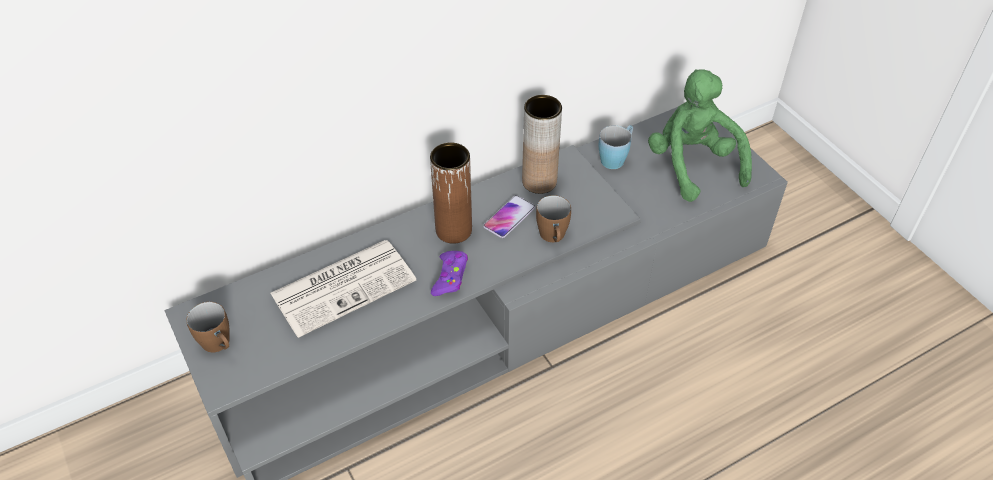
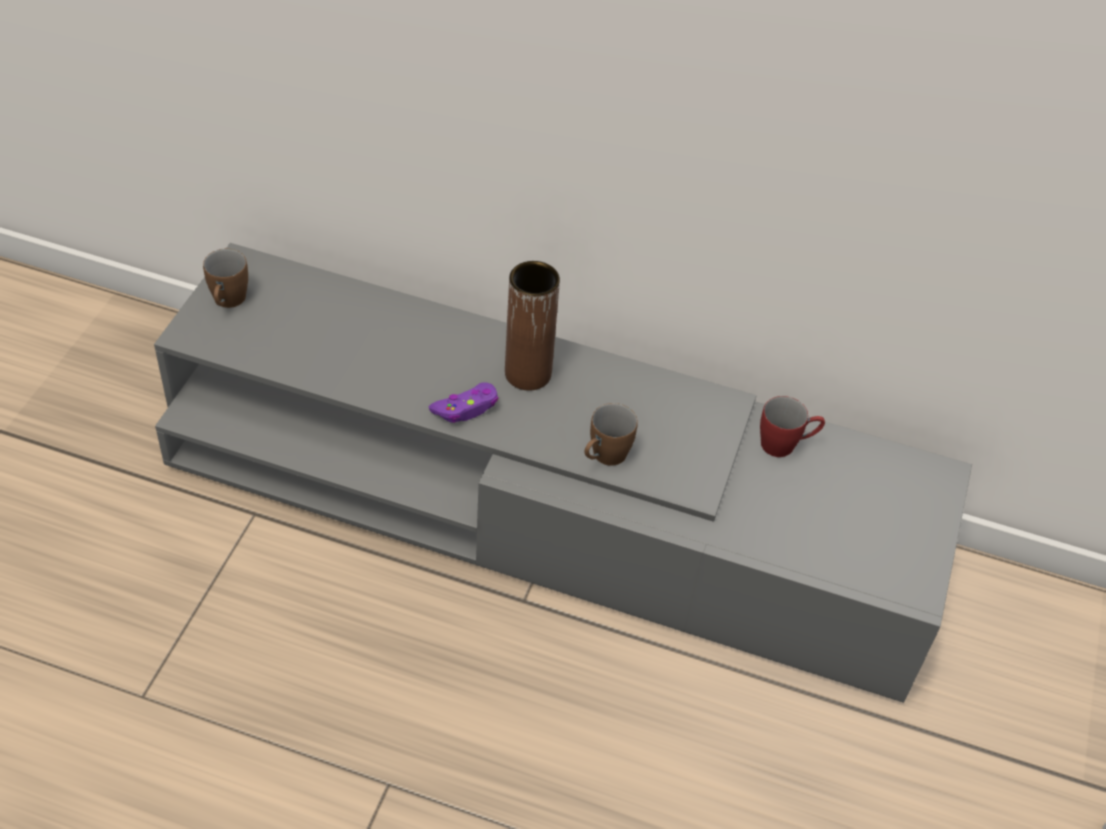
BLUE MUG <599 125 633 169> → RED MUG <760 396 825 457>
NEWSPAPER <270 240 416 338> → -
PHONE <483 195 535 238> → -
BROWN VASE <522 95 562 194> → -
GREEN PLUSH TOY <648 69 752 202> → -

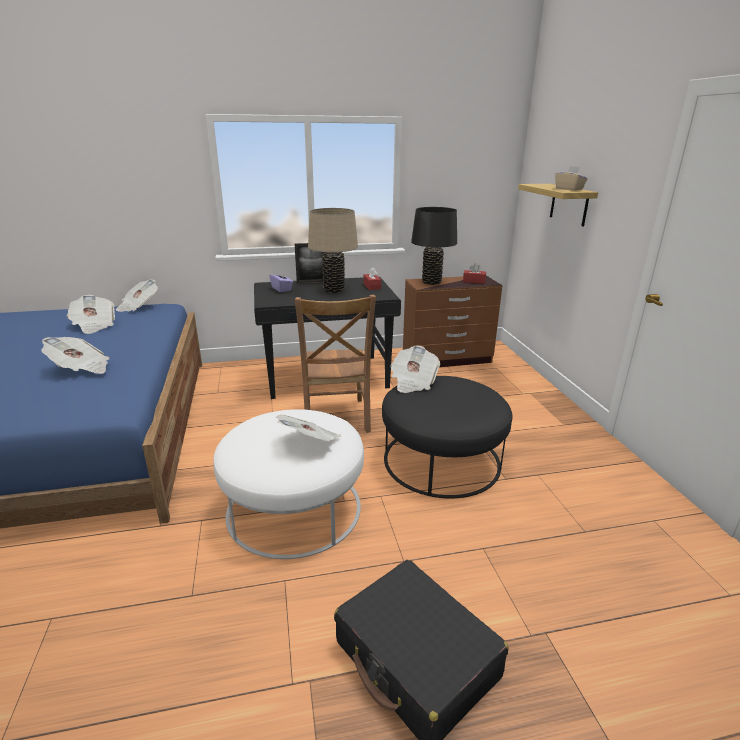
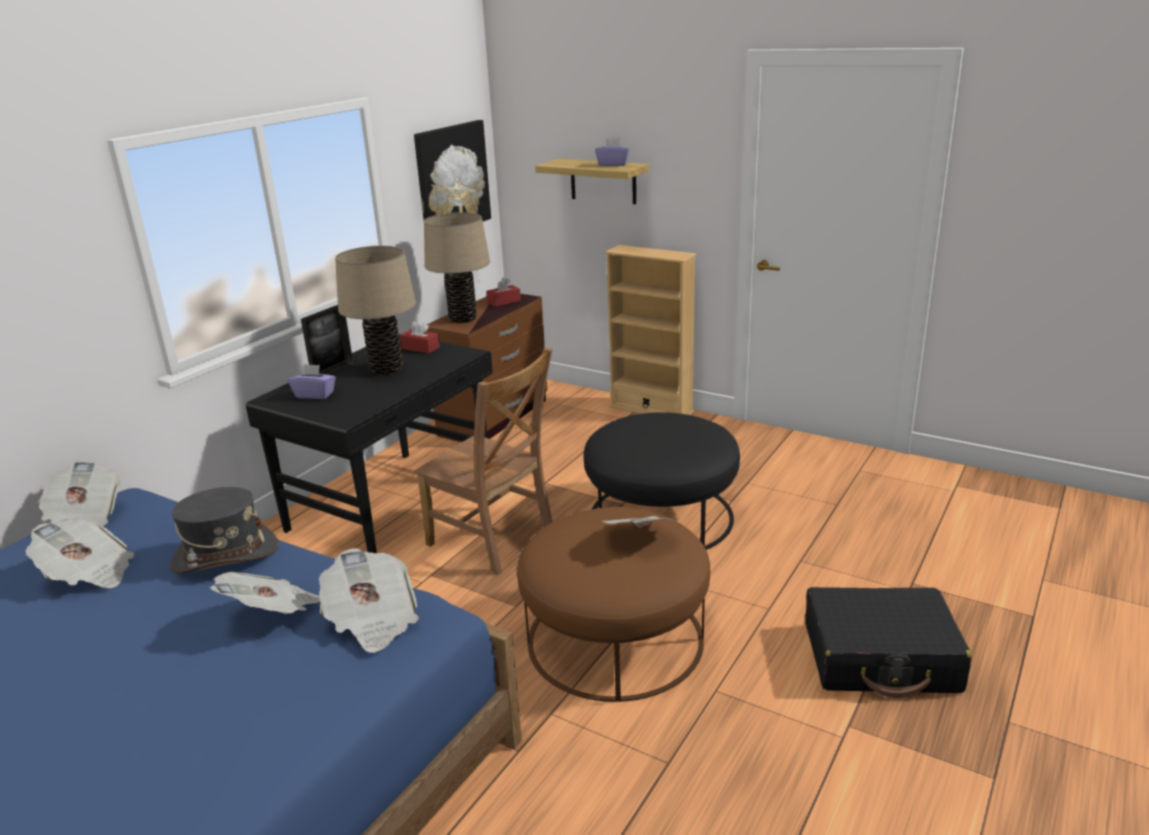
- → GREY HAT <170 487 279 573>
NEWSPAPER <390 346 440 393> → NEWSPAPER <319 548 419 653>, relocated
- → PICTURE <414 120 491 221>
BLACK TABLE LAMP <411 207 457 285> → BEIGE TABLE LAMP <424 212 490 323>
WHITE OTTOMAN <213 409 364 559> → BROWN OTTOMAN <517 507 710 702>
BEIGE TISSUE BOX <555 166 588 190> → PURPLE TISSUE BOX <595 138 630 166>
- → BEIGE BOOKCASE <605 245 697 415>

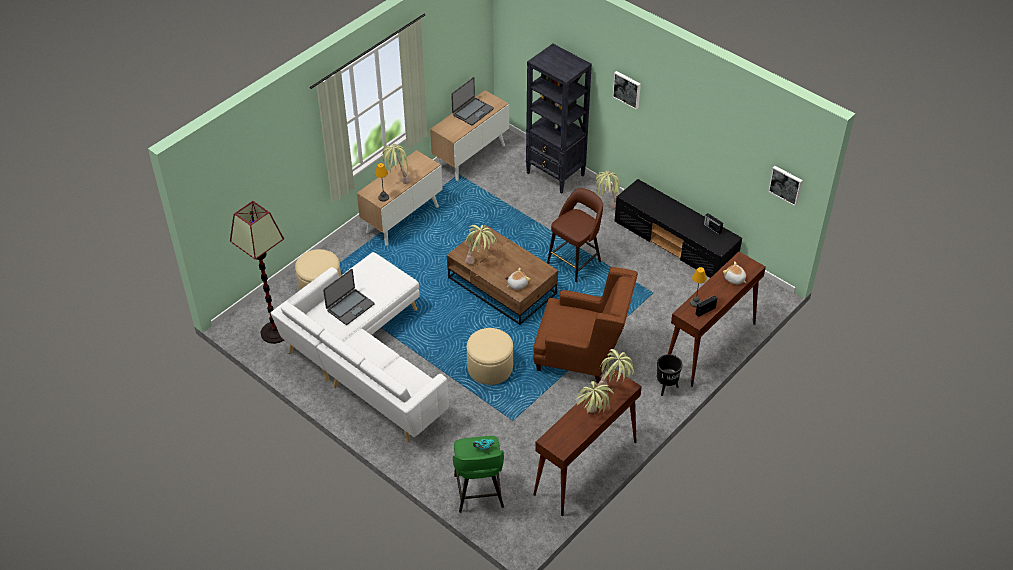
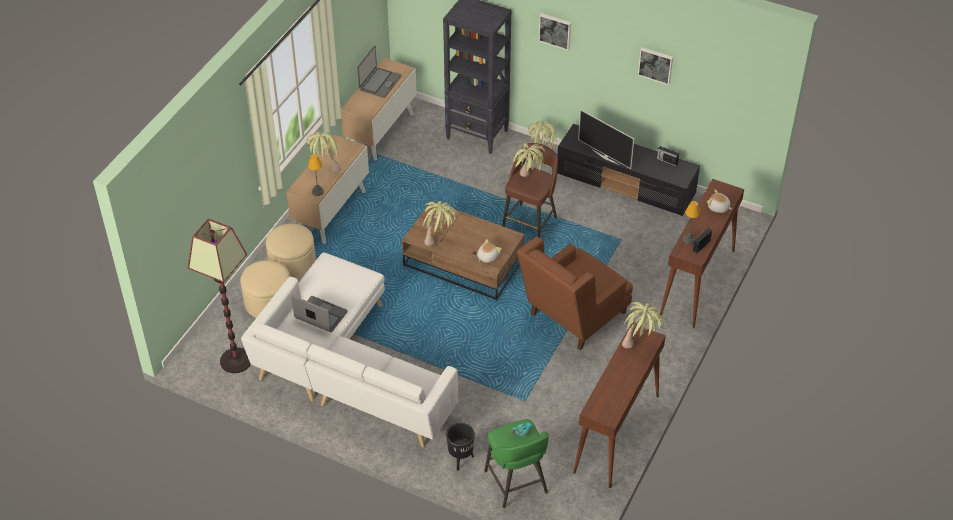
BEIGE OTTOMAN <467 328 513 385> → BEIGE OTTOMAN <266 224 316 281>, relocated
LAPTOP <323 269 374 325> → LAPTOP <291 295 348 332>, 90 degrees counterclockwise
BLACK PLANTER <657 354 682 396> → BLACK PLANTER <446 423 475 471>, relocated
POTTED PLANT <577 381 614 414> → POTTED PLANT <513 143 545 177>, relocated
BROWN ARMCHAIR <533 267 638 383> → BROWN ARMCHAIR <517 236 633 350>, 135 degrees clockwise
- → TELEVISION <578 109 634 169>
PICTURE <768 166 803 206> → PICTURE <638 47 673 85>, relocated

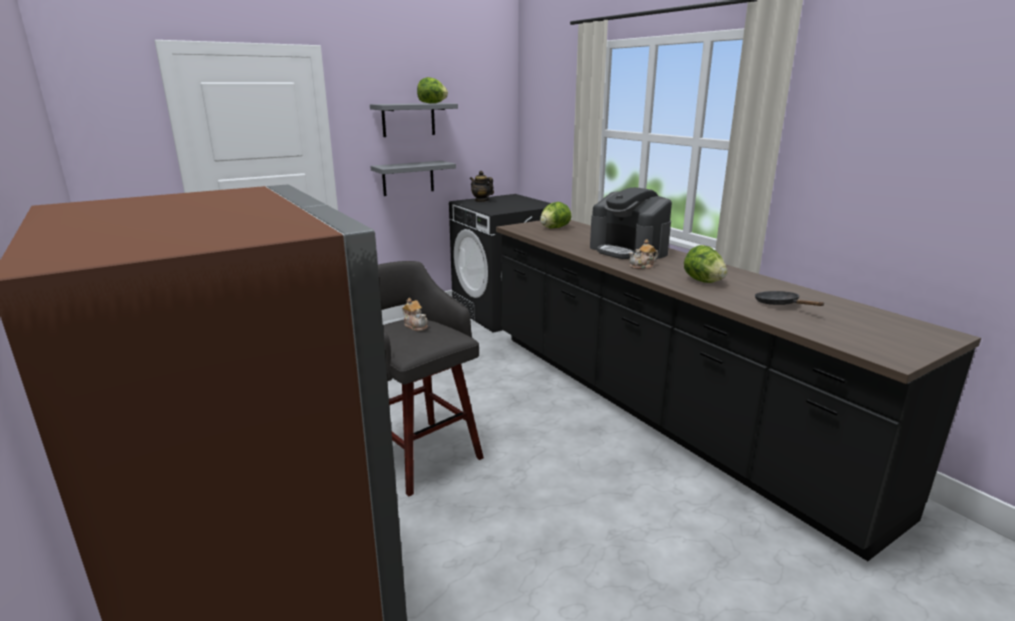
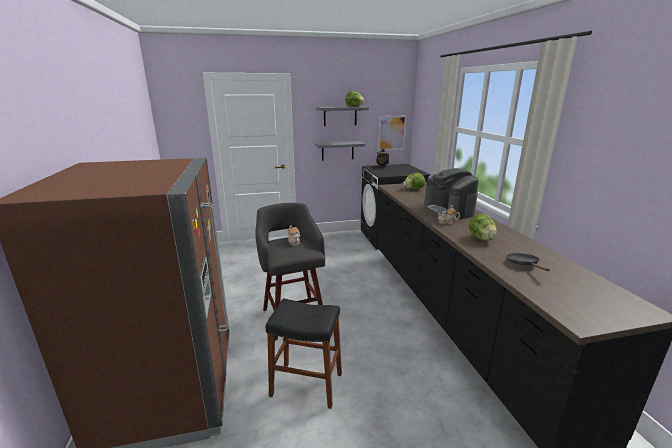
- → BLACK STOOL <266 298 342 409>
- → PICTURE <378 116 407 151>

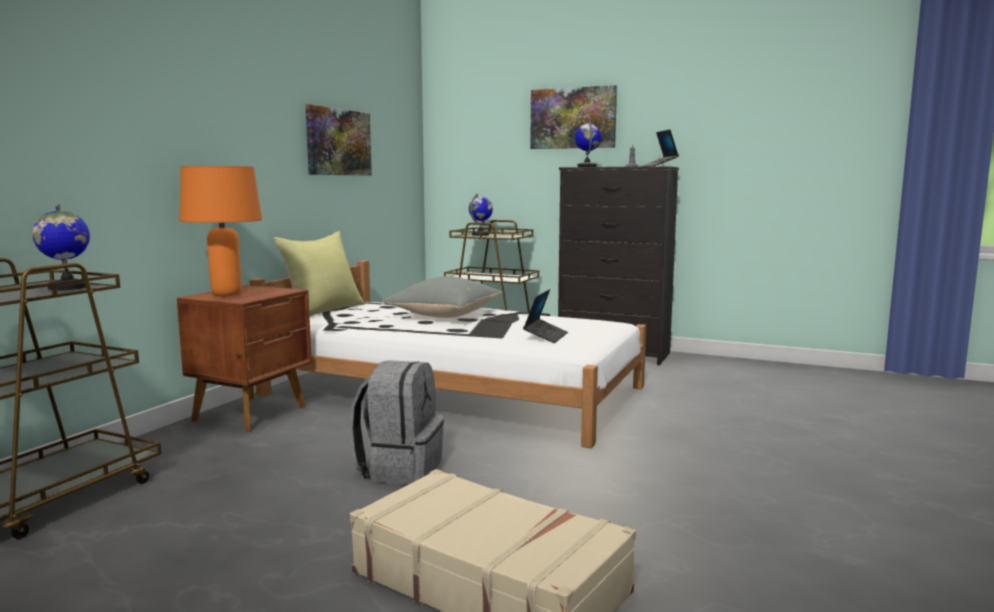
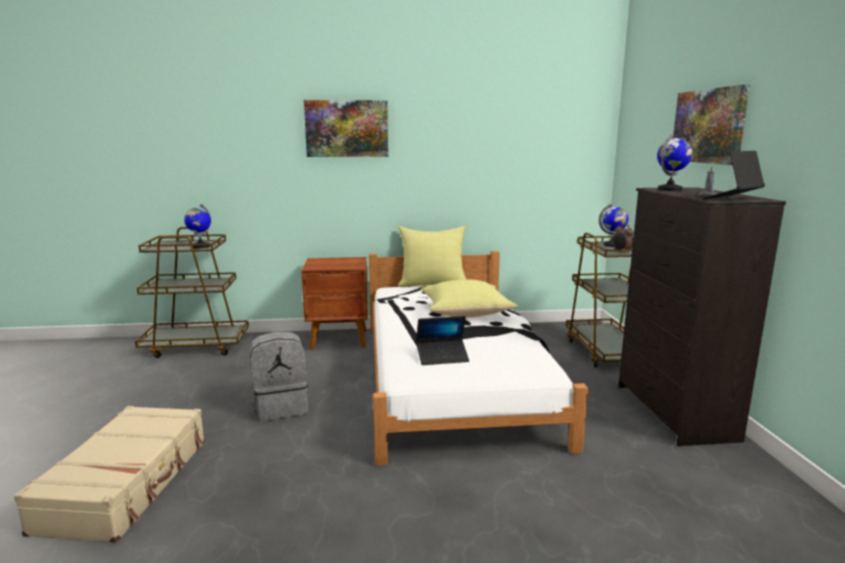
PICTURE <305 104 372 176> → PICTURE <304 100 388 157>, relocated
GREY PILLOW <383 276 502 318> → YELLOW PILLOW <421 279 518 317>
- → ALARM CLOCK <612 223 633 254>
ORANGE TABLE LAMP <179 166 262 296> → -

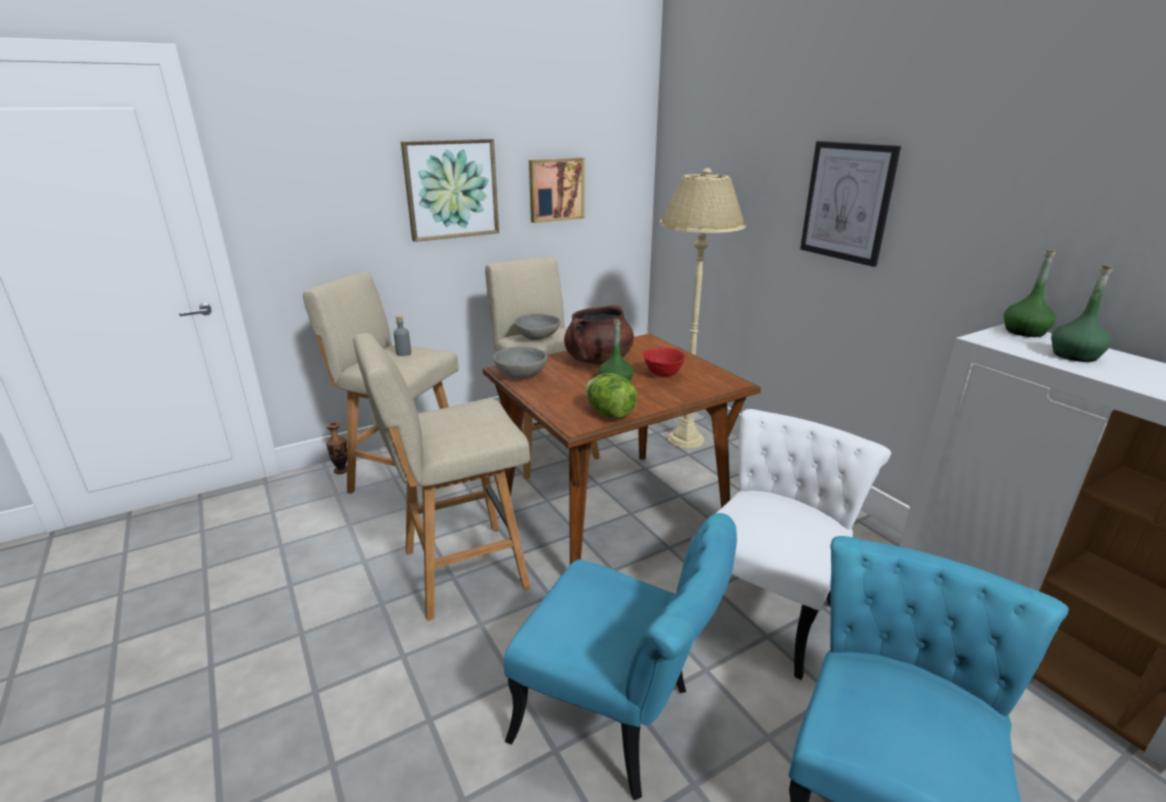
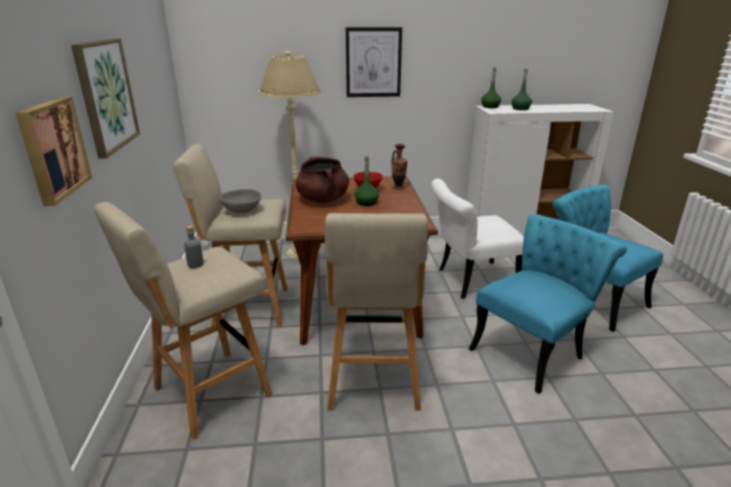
PICTURE <529 158 585 223> → PICTURE <15 97 92 206>, relocated
VASE <326 422 347 474> → VASE <391 144 408 190>, relocated
WHITE CHAIR <691 409 891 680> → WHITE CHAIR <431 179 524 299>, 75 degrees counterclockwise
GREY BOWL <493 346 548 378> → -
LETTUCE <585 373 637 419> → -

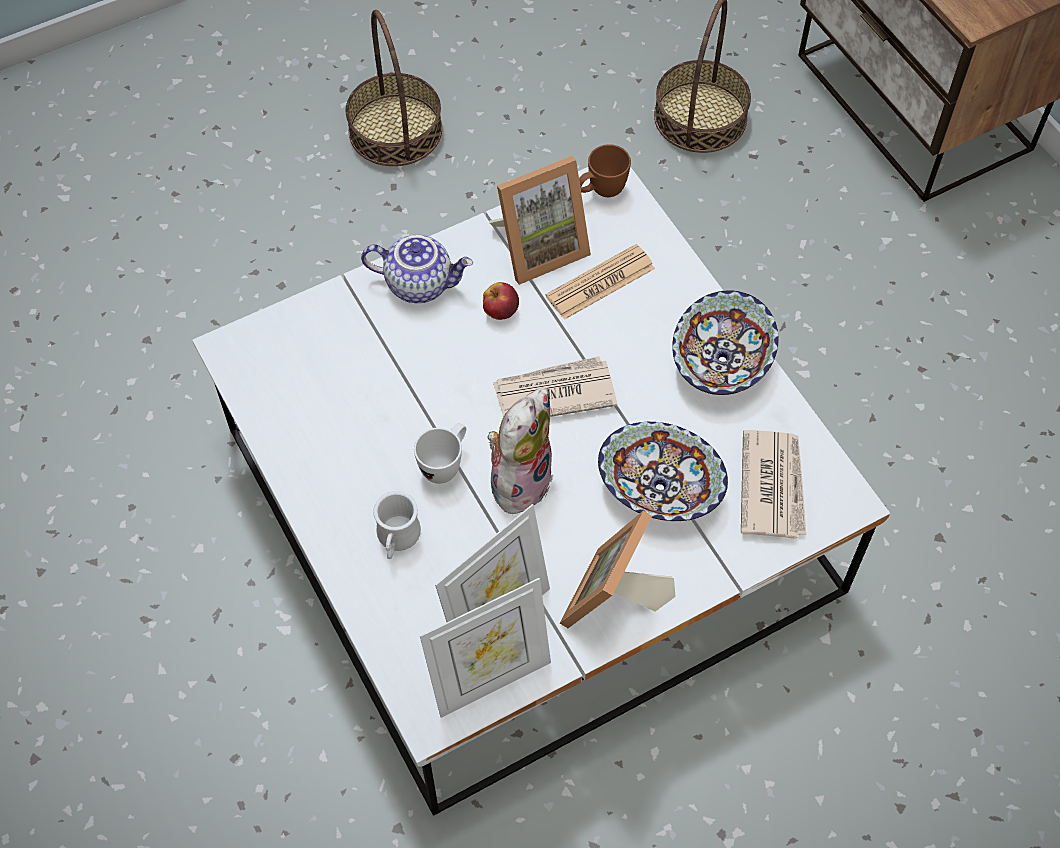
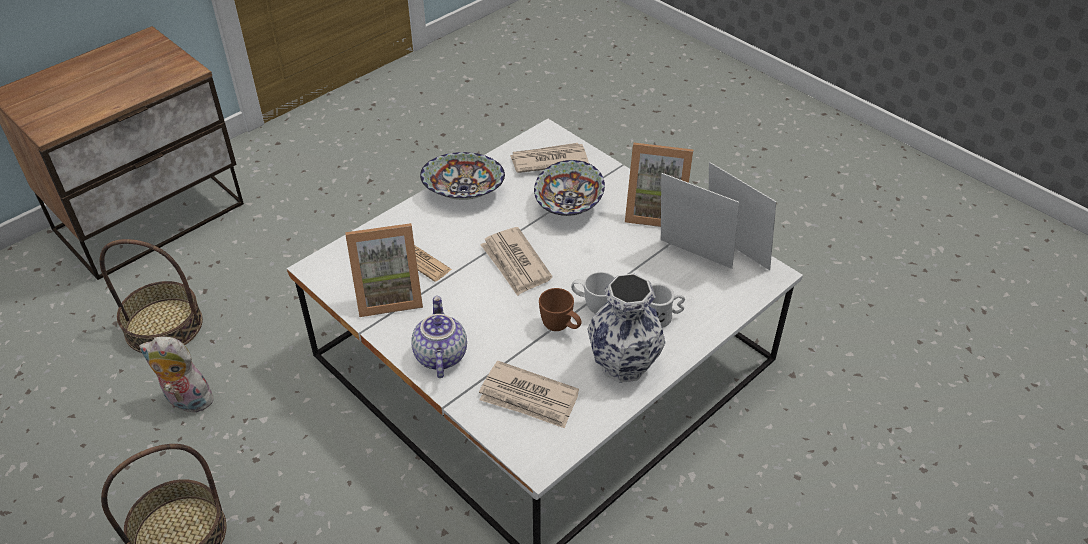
PLUSH TOY <487 388 553 516> → PLUSH TOY <139 337 214 416>, relocated
PICTURE FRAME <489 156 591 285> → PICTURE FRAME <345 223 423 317>, 120 degrees clockwise
- → NEWSPAPER <479 361 579 428>
BROWN MUG <579 144 631 197> → BROWN MUG <539 288 582 331>, relocated
- → VASE <587 273 666 383>
APPLE <483 282 519 320> → -

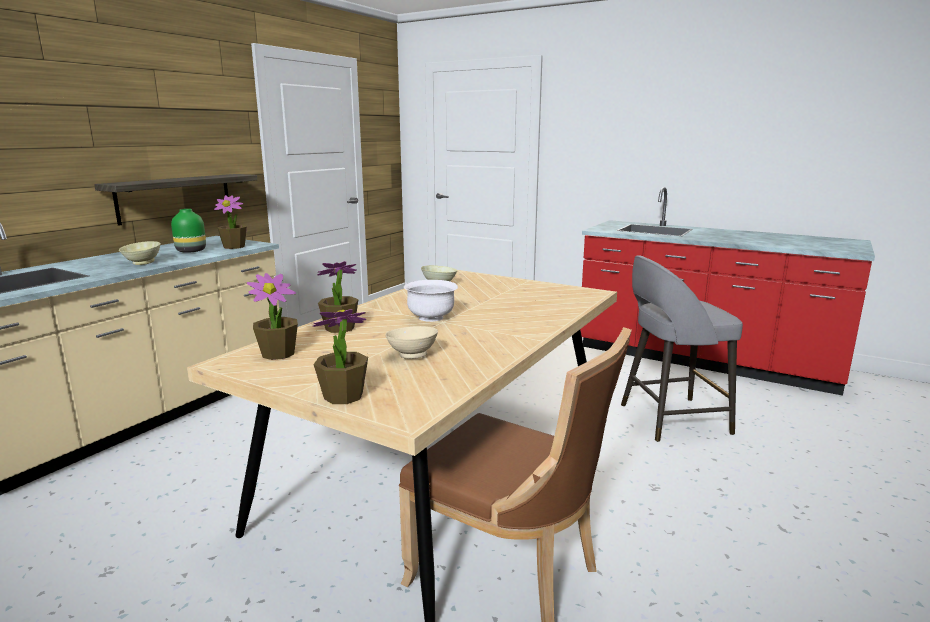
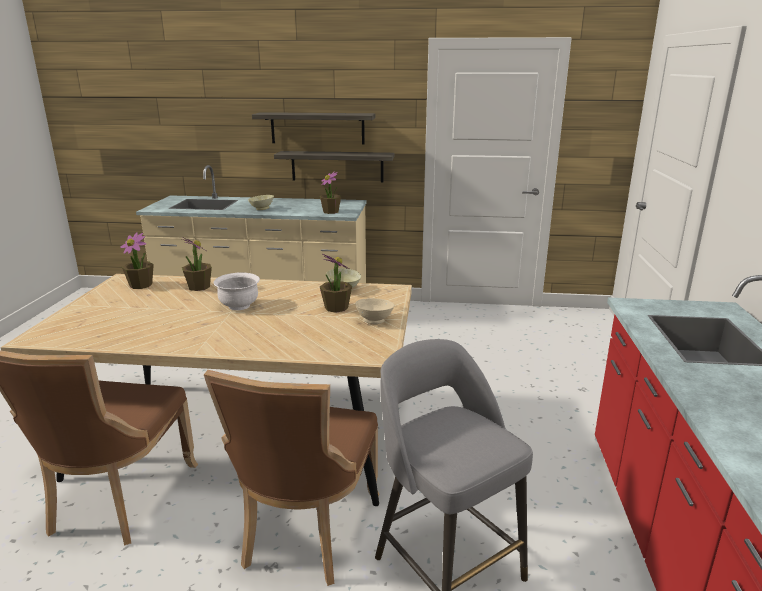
- → BROWN CHAIR <204 370 379 586>
- → SHELF <252 112 376 145>
POTTED PLANT <313 309 368 404> → POTTED PLANT <320 254 352 313>, relocated
BEIGE BOWL <386 326 438 359> → BEIGE BOWL <355 298 394 324>, relocated
GREEN VASE <171 209 206 253> → -

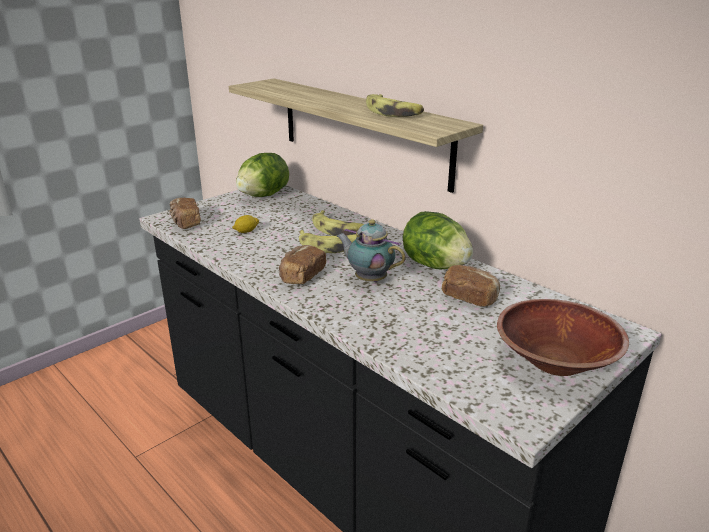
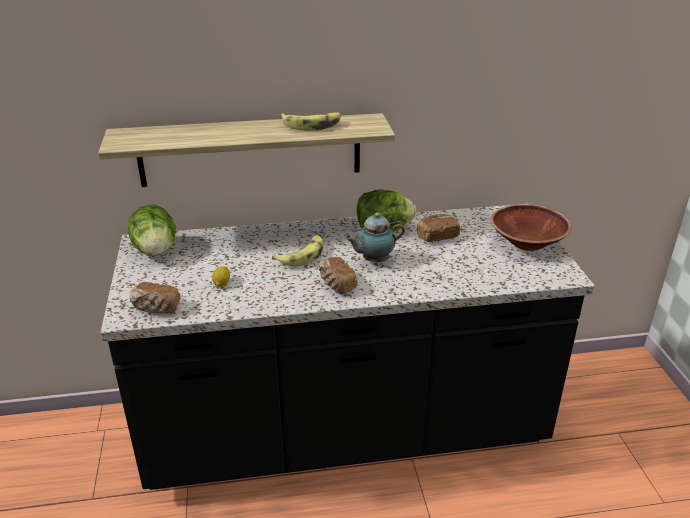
BANANA <312 210 364 236> → -

